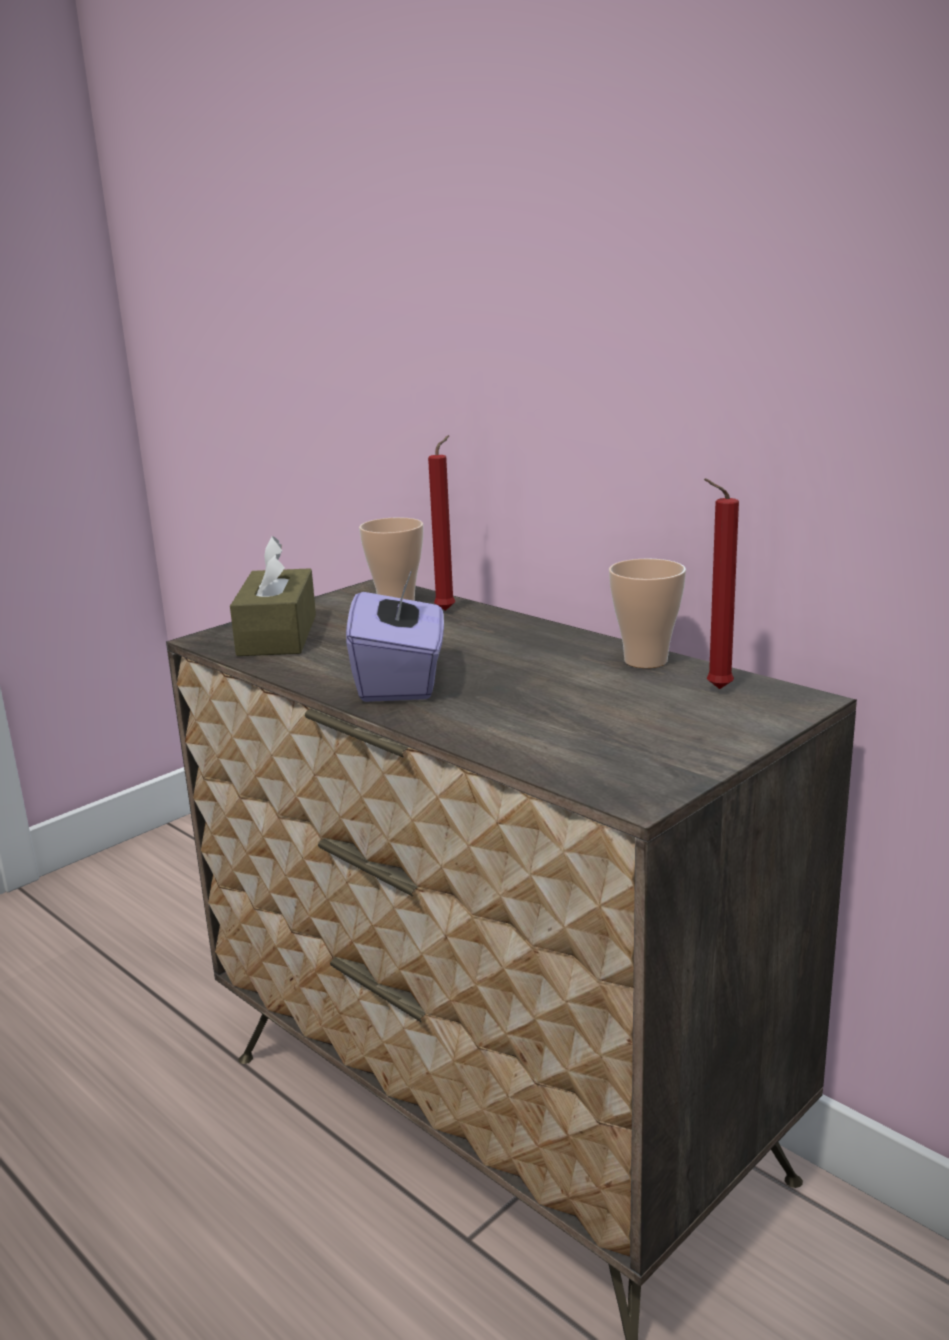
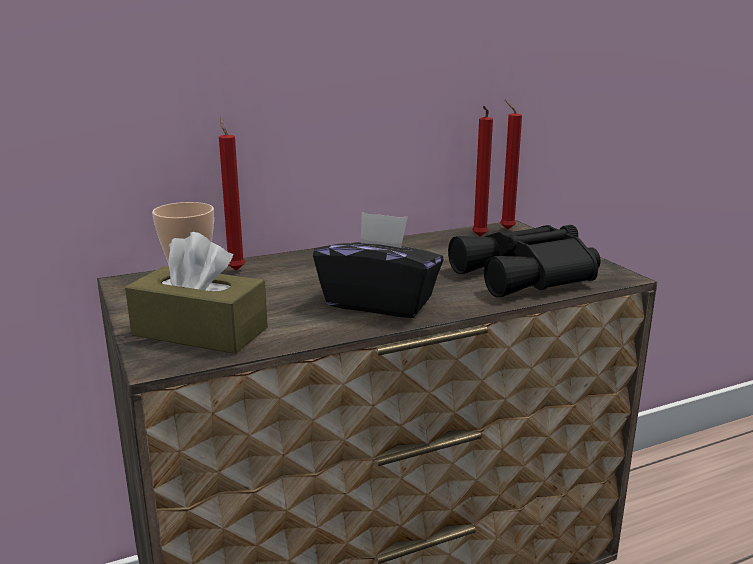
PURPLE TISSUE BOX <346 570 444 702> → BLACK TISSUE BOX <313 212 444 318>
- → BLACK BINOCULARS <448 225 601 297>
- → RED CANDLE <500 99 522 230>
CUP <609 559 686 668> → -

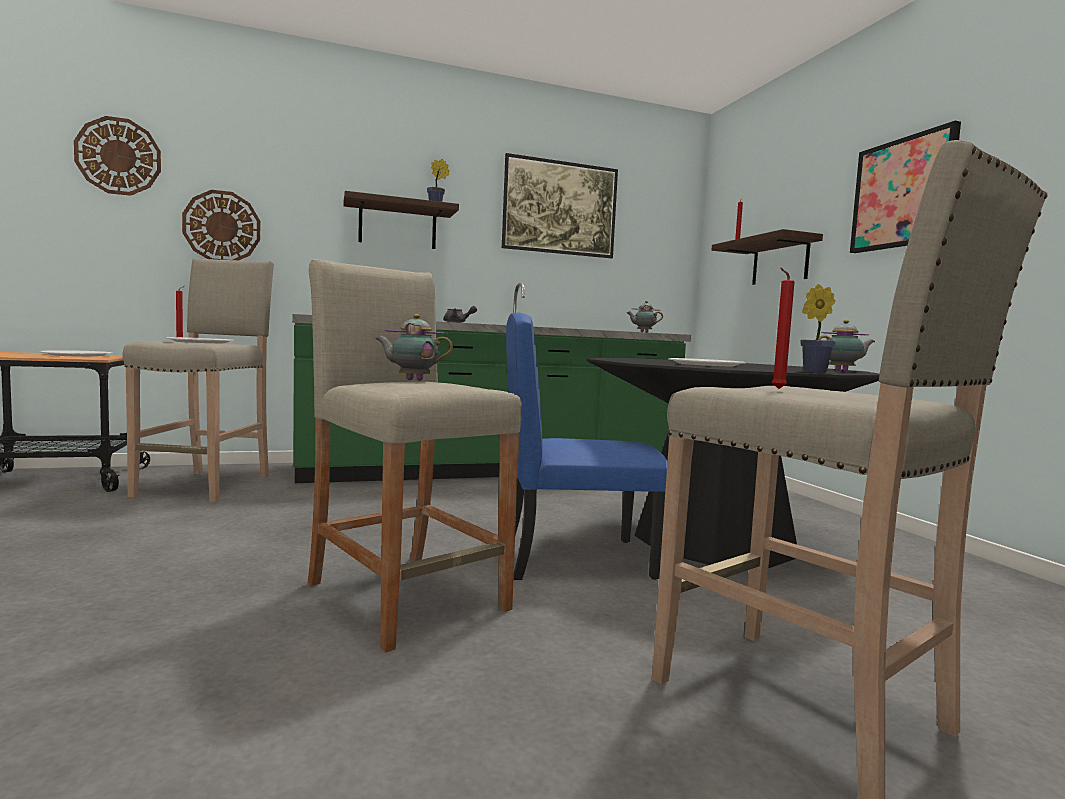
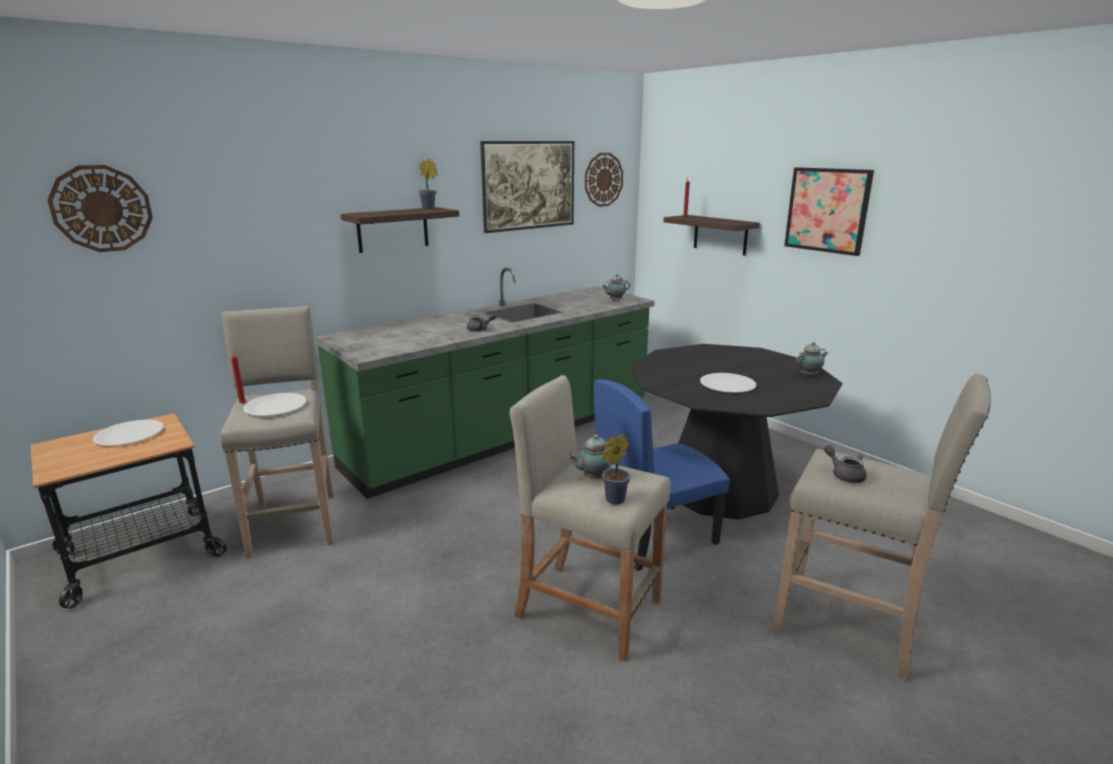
WALL CLOCK <182 190 260 260> → WALL CLOCK <585 153 623 207>, relocated
POTTED PLANT <800 284 836 373> → POTTED PLANT <602 434 631 504>, relocated
RED CANDLE <772 267 795 389> → GREY TEAPOT <824 445 867 483>

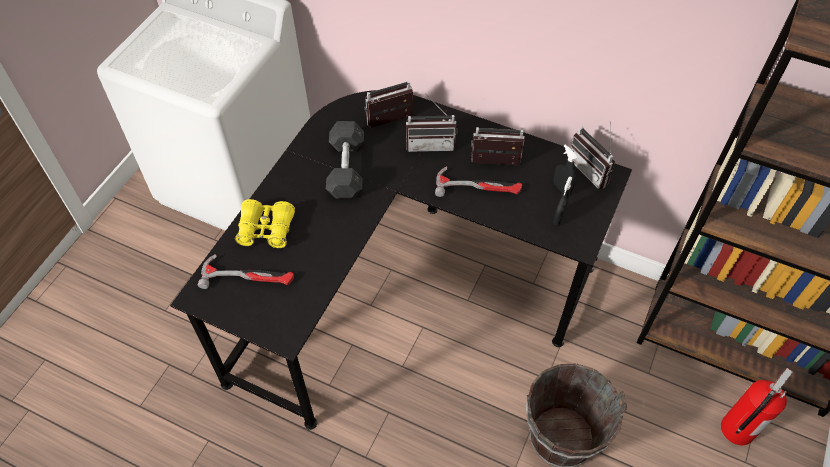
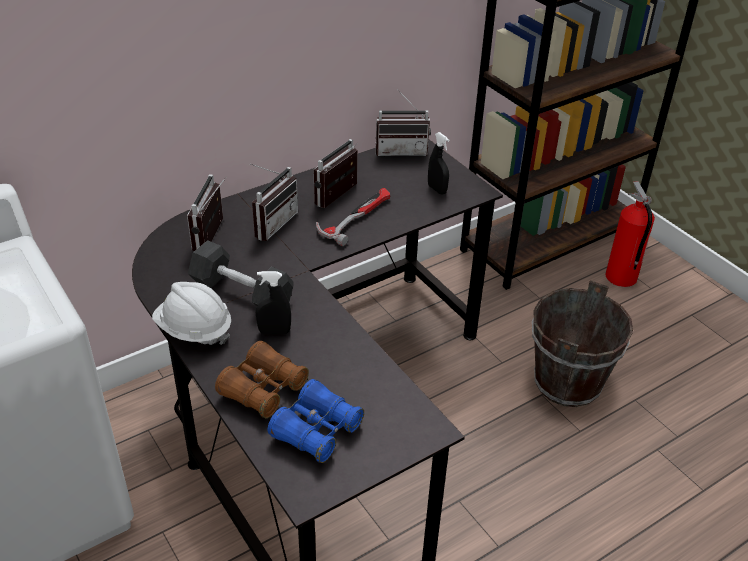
- → WHITE HARD HAT <152 282 231 345>
YELLOW BINOCULARS <235 199 295 248> → BROWN BINOCULARS <215 341 309 418>
BLACK SPRAY BOTTLE <554 144 578 194> → BLACK SPRAY BOTTLE <256 271 291 334>, relocated
HAMMER <198 254 294 289> → BLUE BINOCULARS <268 379 364 463>

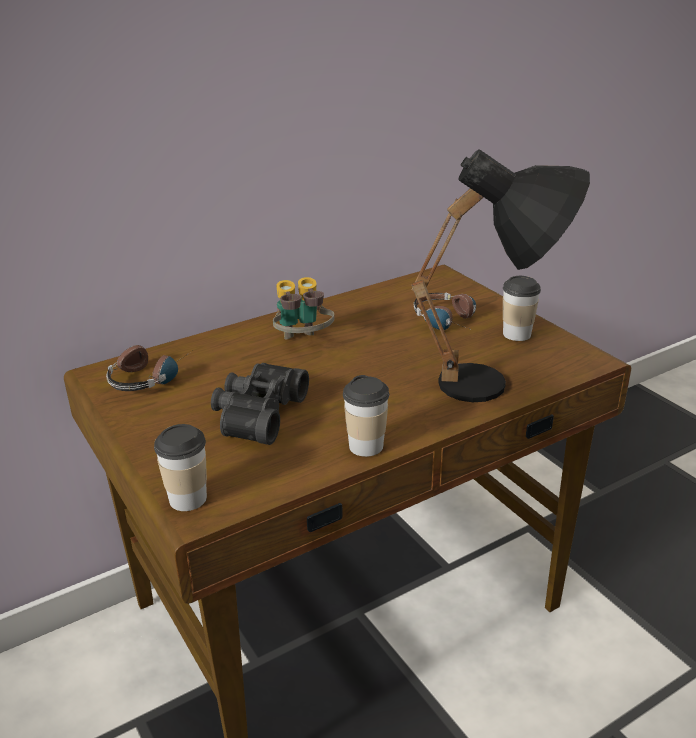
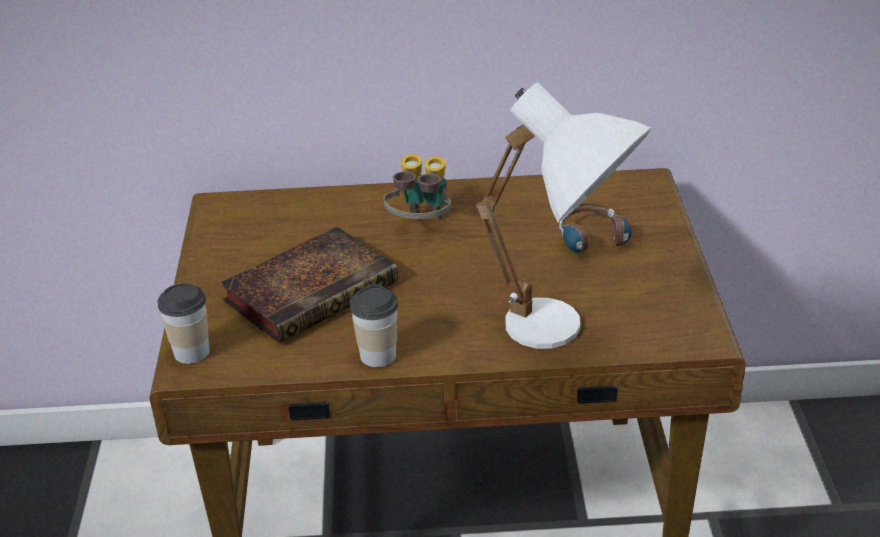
BLACK BINOCULARS <211 363 309 445> → BOOK <220 227 398 344>
BLACK TABLE LAMP <412 149 590 402> → WHITE TABLE LAMP <476 82 652 349>
HEADPHONES <106 345 192 391> → -
CUP <503 276 541 341> → -

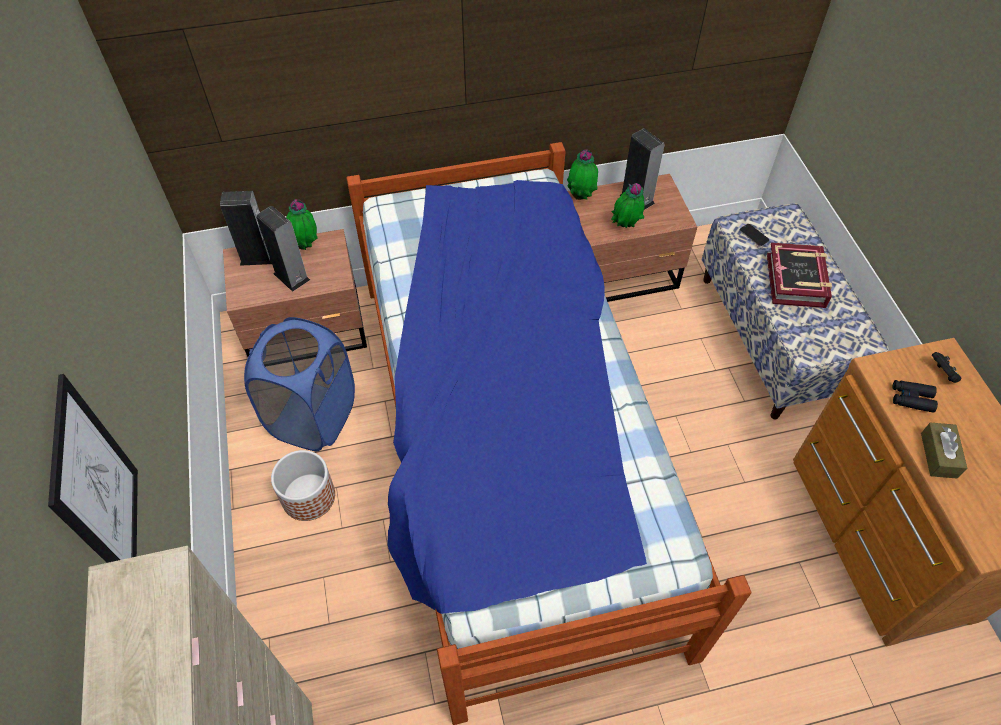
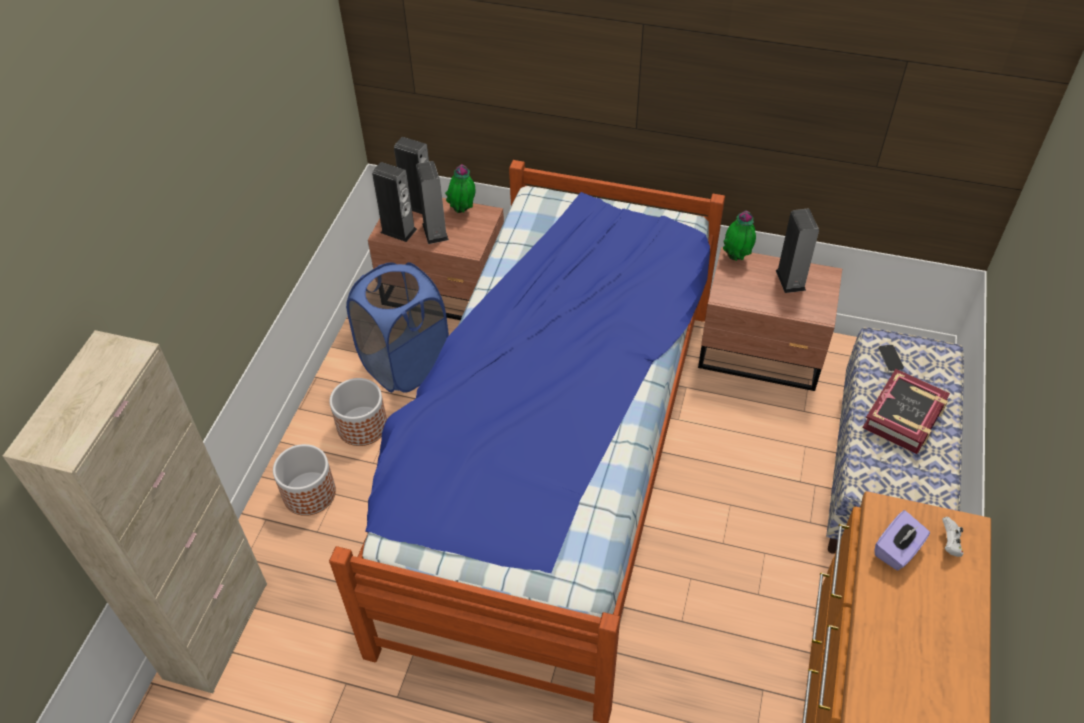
- → PLANTER <273 444 336 516>
- → SPEAKER <372 162 417 242>
BLACK BINOCULARS <892 380 938 413> → PURPLE TISSUE BOX <875 510 930 571>
BLACK GAME CONTROLLER <932 352 962 383> → WHITE GAME CONTROLLER <942 517 964 557>
PICTURE <48 374 138 563> → -
POTTED PLANT <611 183 644 228> → -
BROWN TISSUE BOX <921 422 967 479> → -

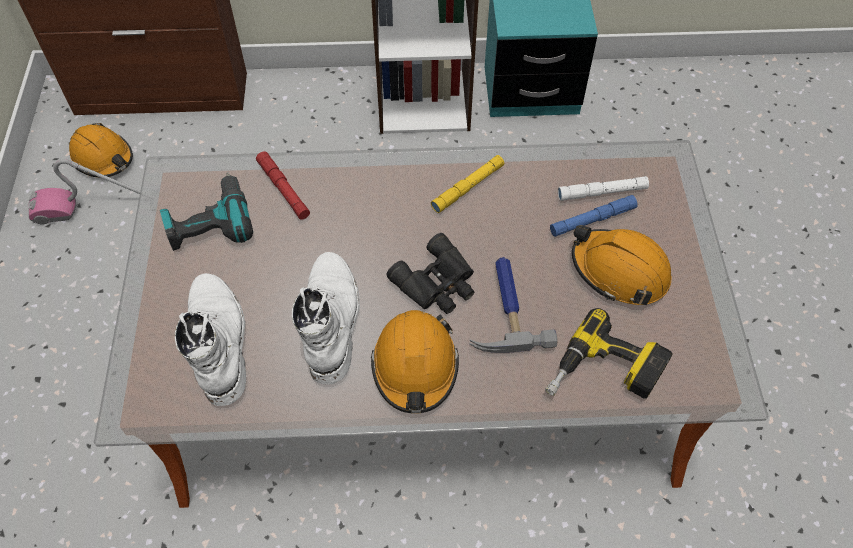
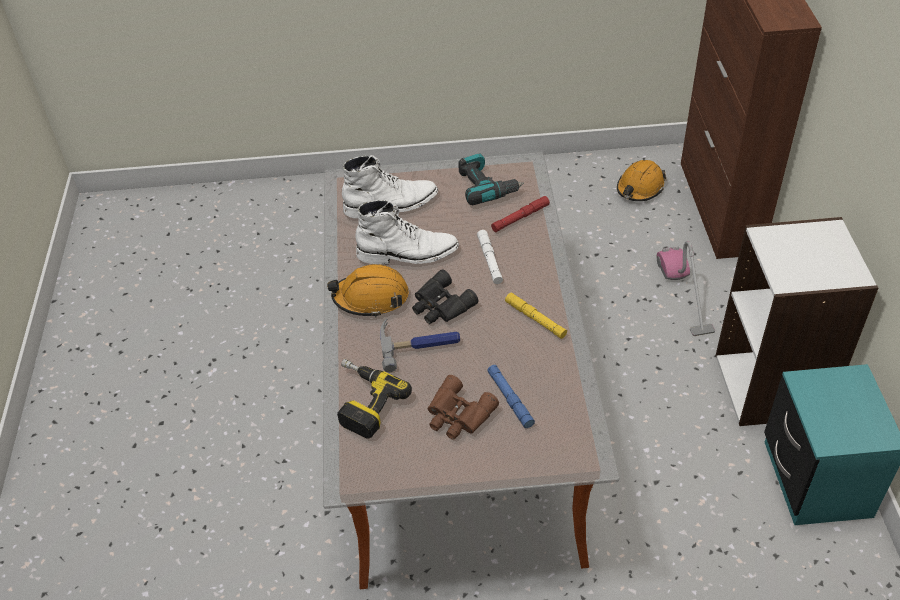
ORANGE HARD HAT <572 225 671 305> → BROWN BINOCULARS <428 375 499 440>
WHITE FLASHLIGHT <558 176 649 201> → WHITE FLASHLIGHT <477 230 503 284>, relocated
VACUUM CLEANER <28 159 141 224> → VACUUM CLEANER <657 241 715 336>, relocated

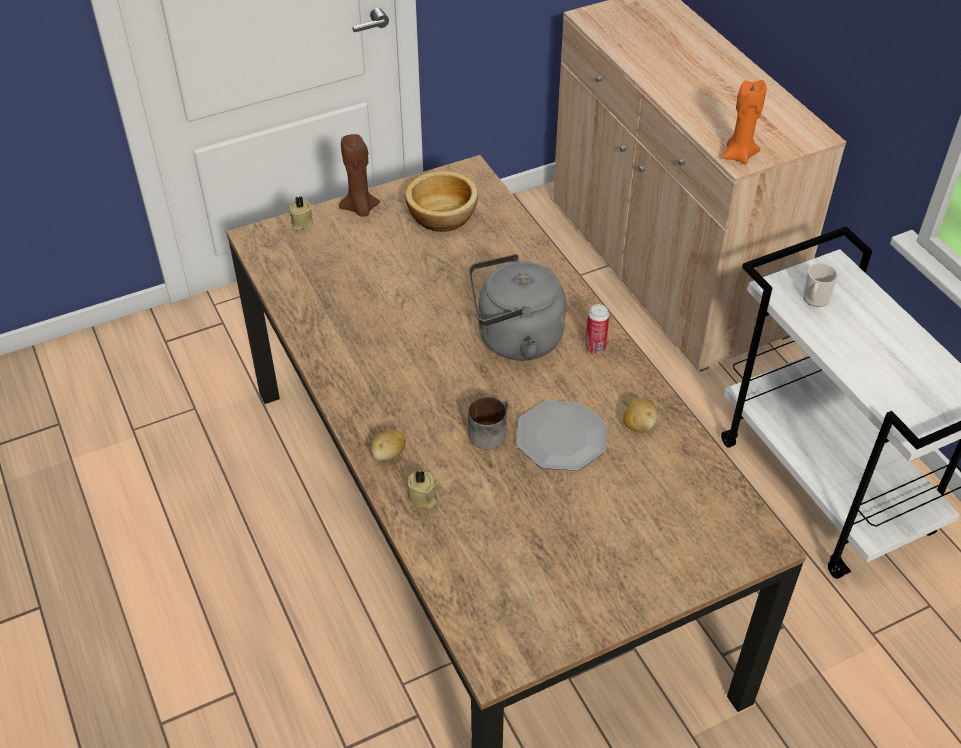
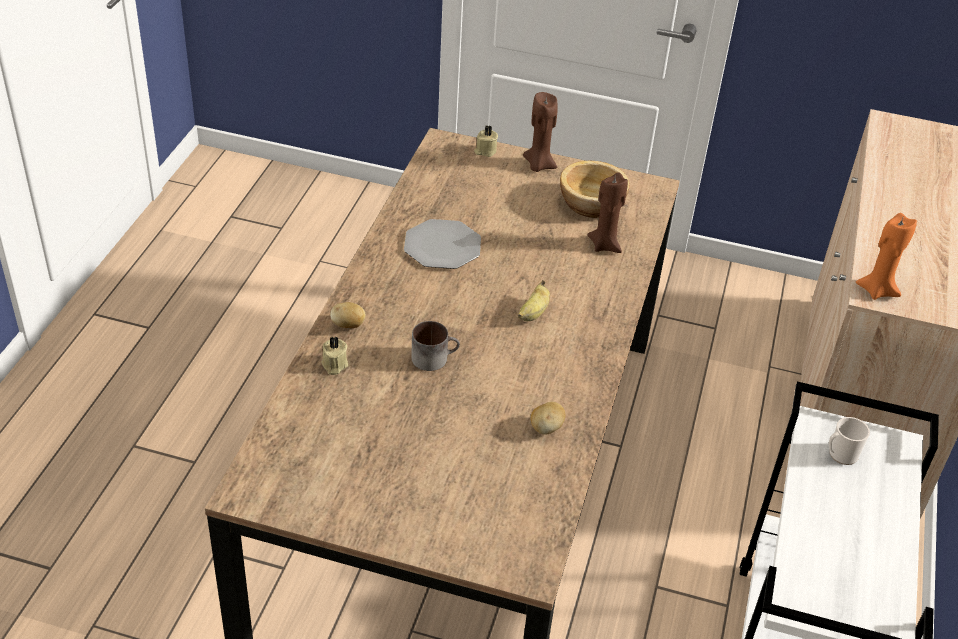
PLATE <516 400 606 471> → PLATE <404 219 481 269>, relocated
GREY KETTLE <469 254 566 361> → BANANA <518 280 550 321>
- → BROWN CANDLE <587 172 628 253>
CAN <585 304 610 354> → -

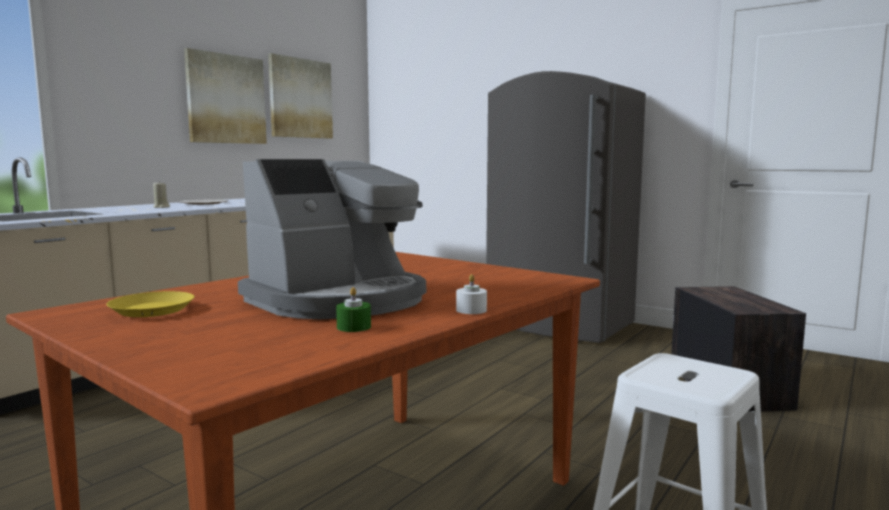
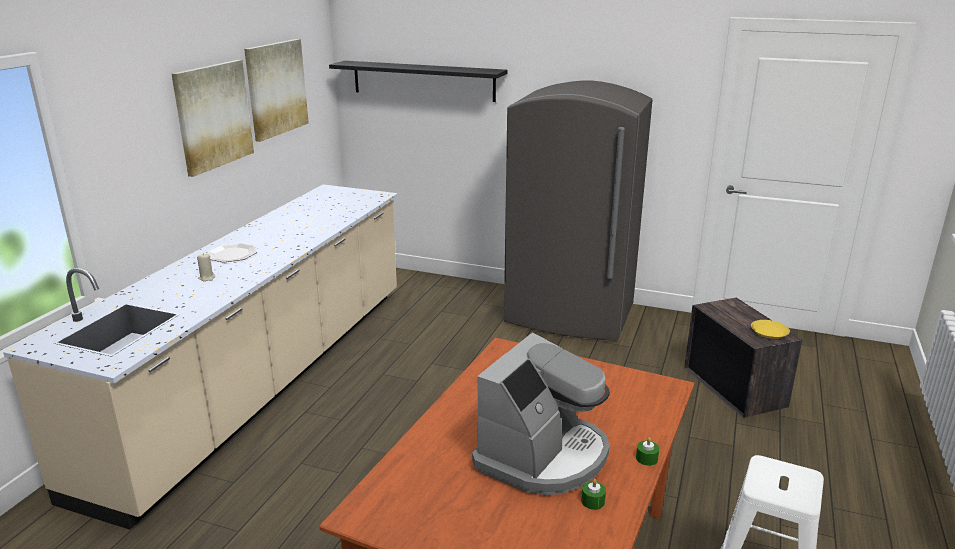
- → BLACK SHELF <329 61 508 102>
WHITE CANDLE <456 274 487 314> → GREEN CANDLE <636 437 659 466>
YELLOW PLATE <106 291 194 317> → YELLOW PLATE <751 320 790 339>, relocated

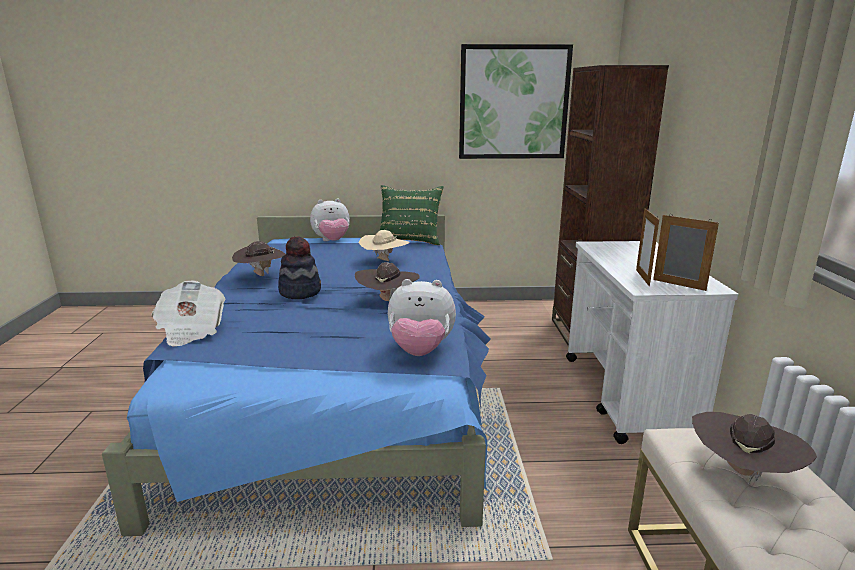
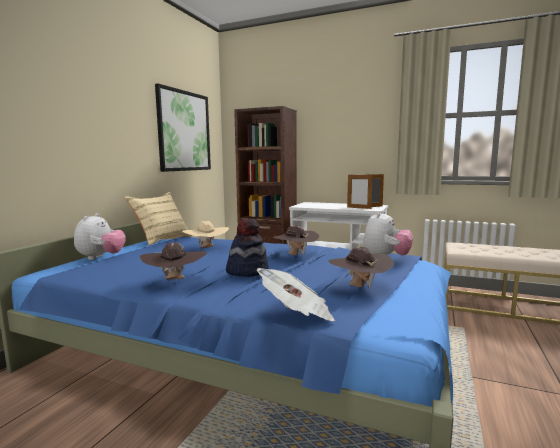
GREEN PILLOW <379 185 444 245> → BEIGE PILLOW <125 192 193 245>
BROWN HAT <692 412 817 485> → BROWN HAT <328 247 394 289>, relocated

